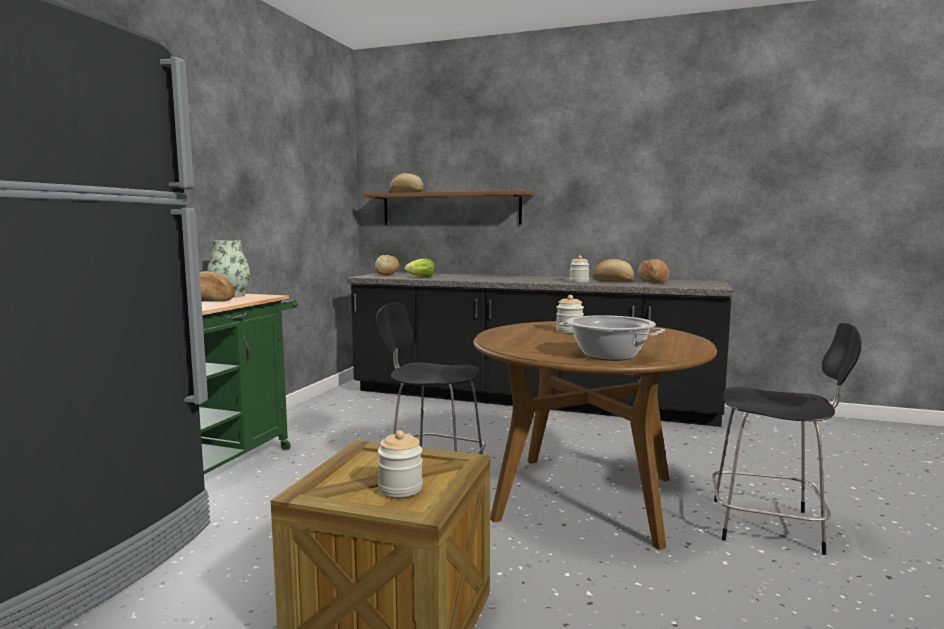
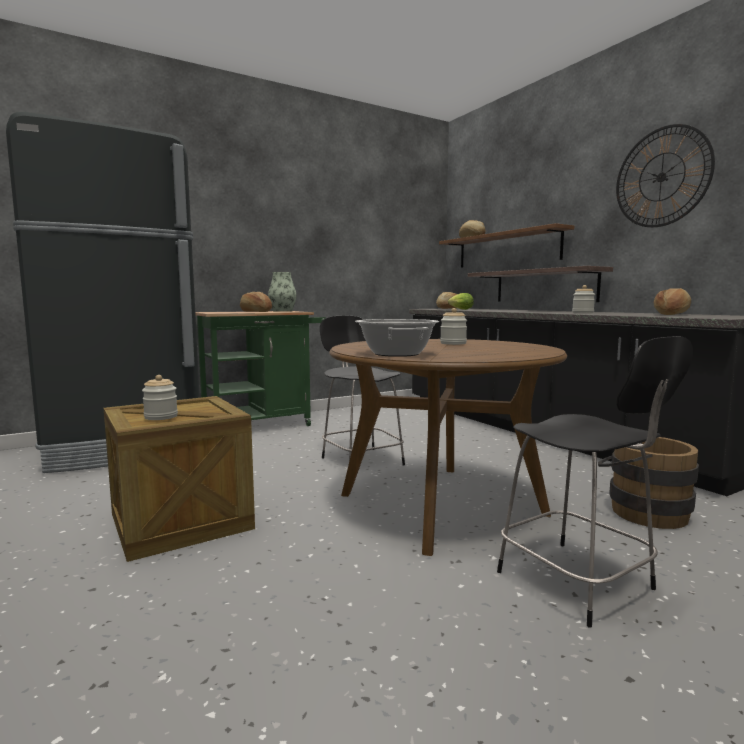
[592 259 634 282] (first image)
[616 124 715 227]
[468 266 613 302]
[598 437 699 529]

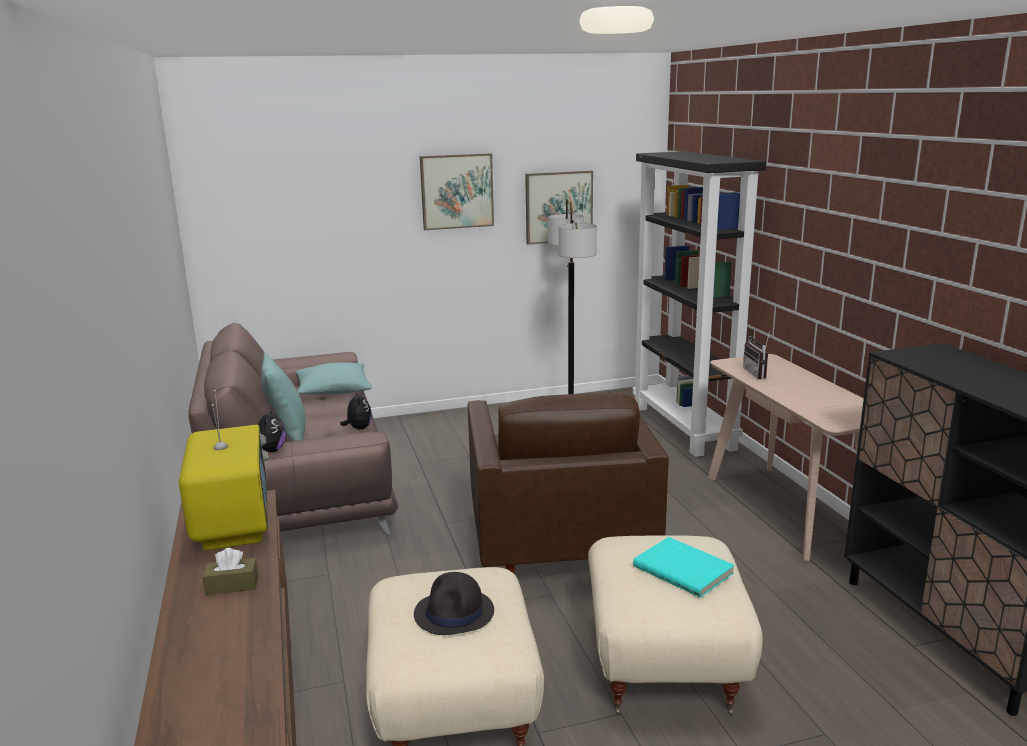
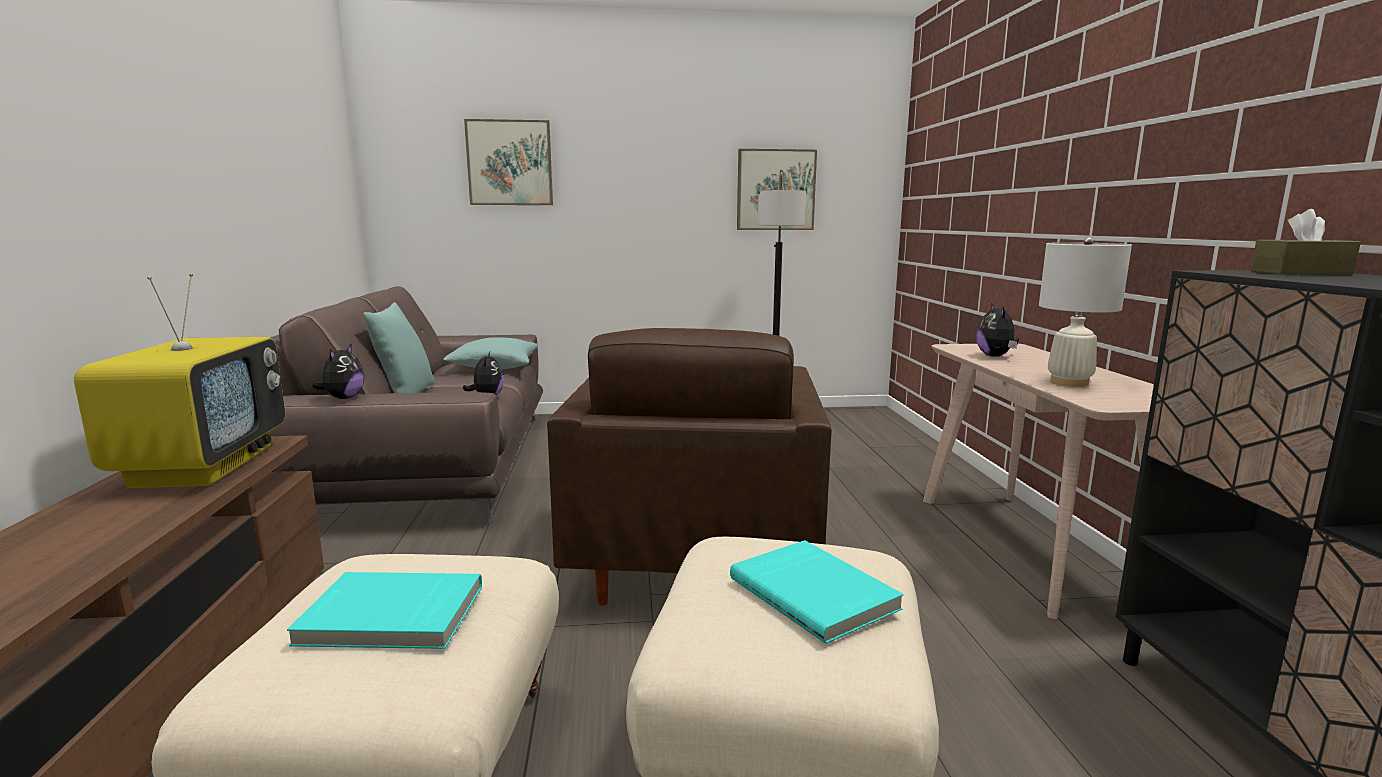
[632 151 766 457] (first image)
[464 119 553 205]
[976 303 1019 357]
[1250 209 1361 274]
[287 572 482 649]
[1039 237 1132 387]

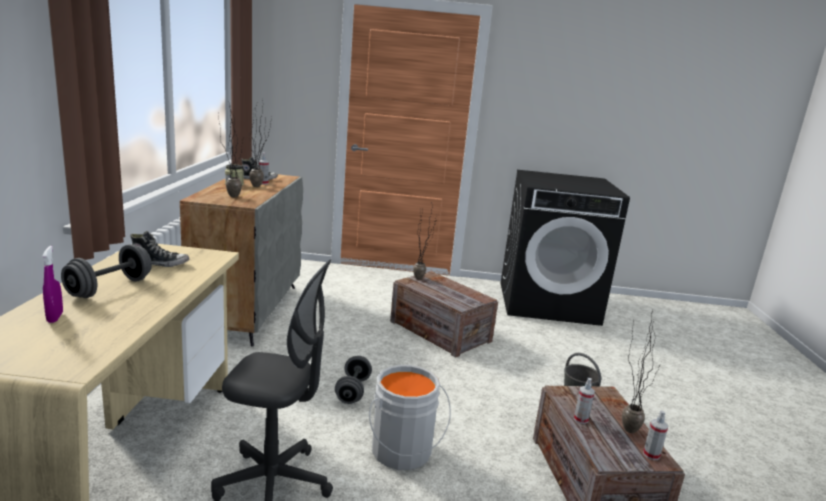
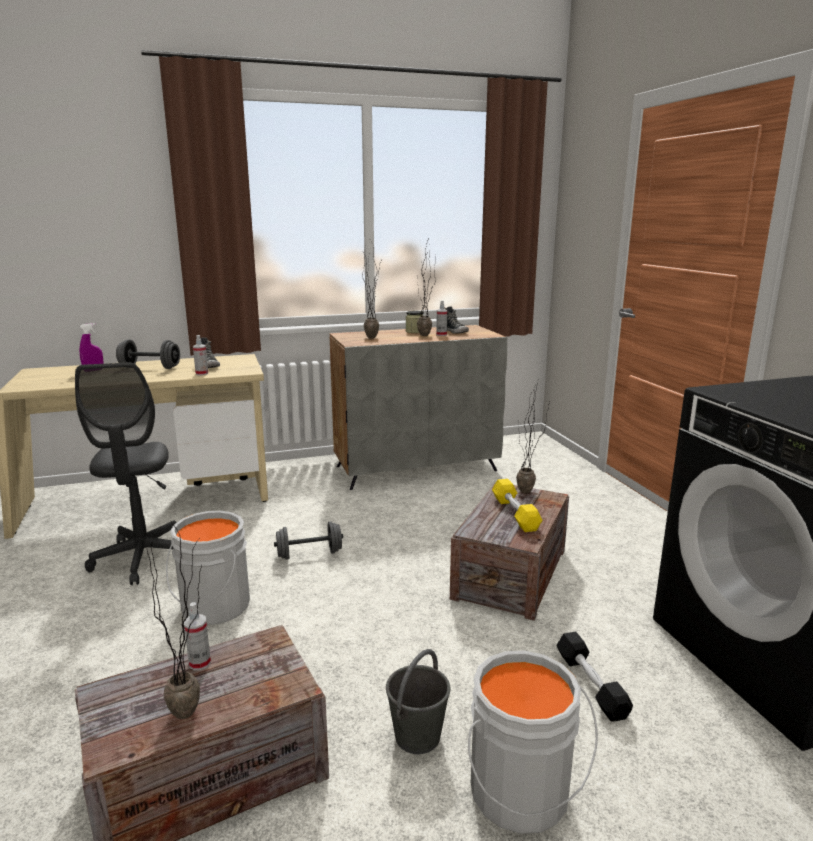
[193 335 208 375]
[492 479 542 532]
[556 632 633 721]
[468 651 598 834]

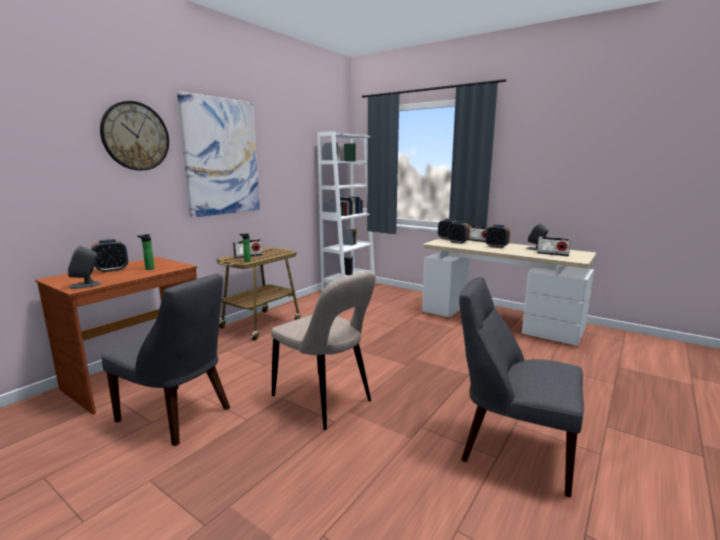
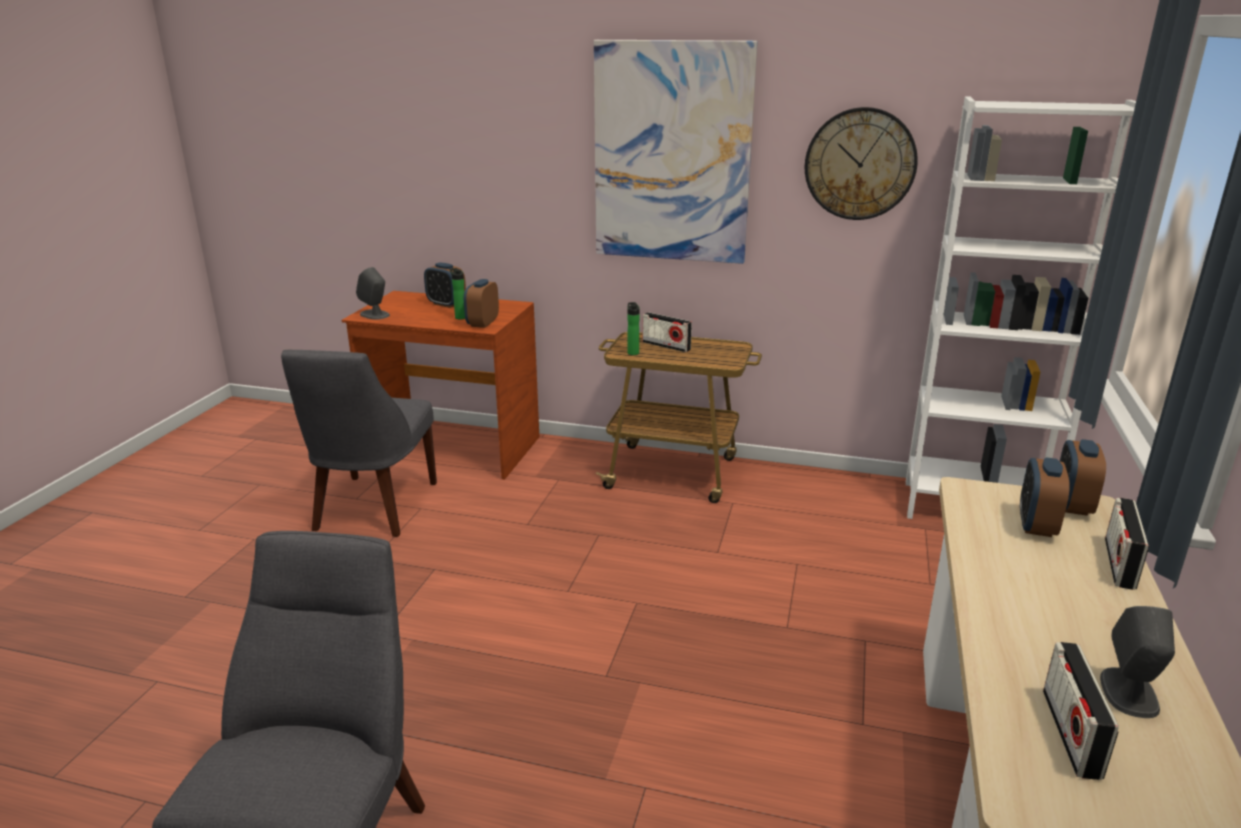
[805 107 918 220]
[464 279 499 328]
[271 271 376 430] (first image)

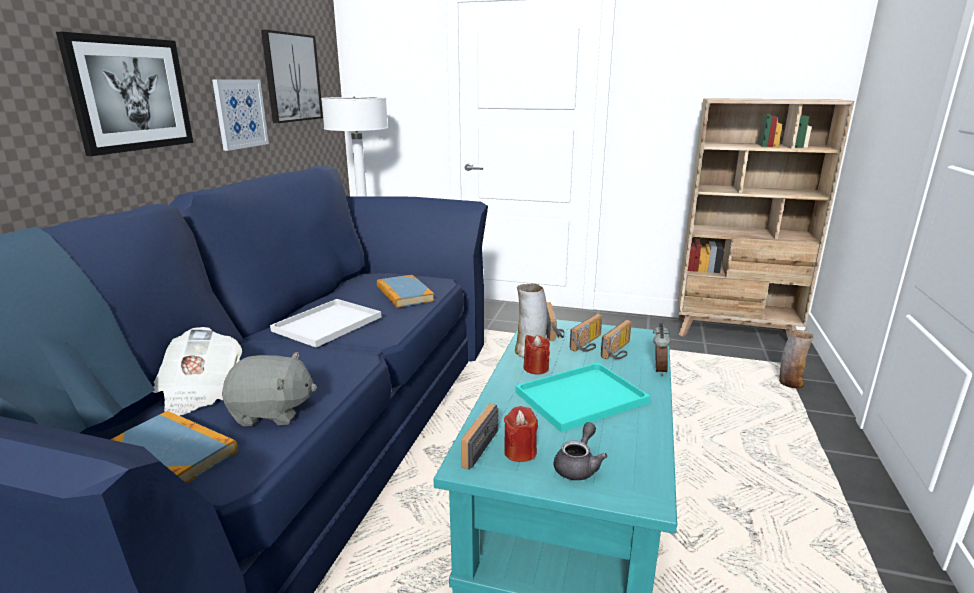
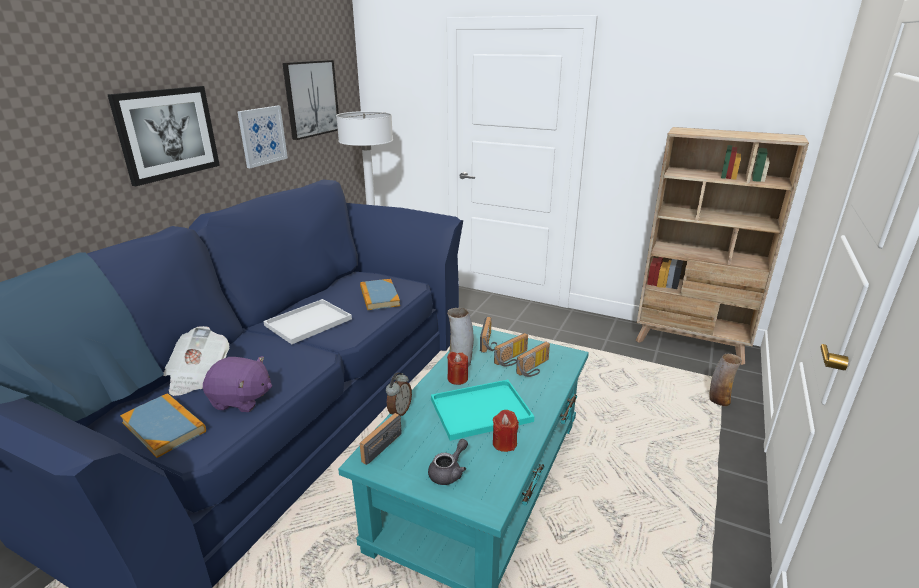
[386 372 412 416]
[203 356 272 412]
[493 410 519 452]

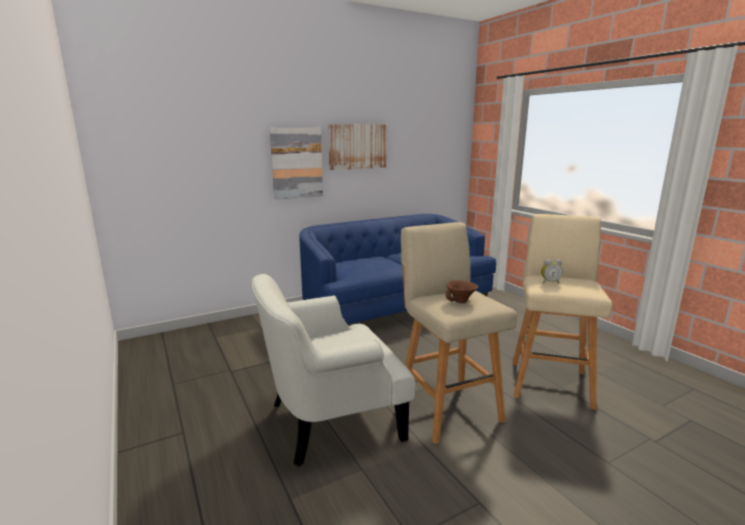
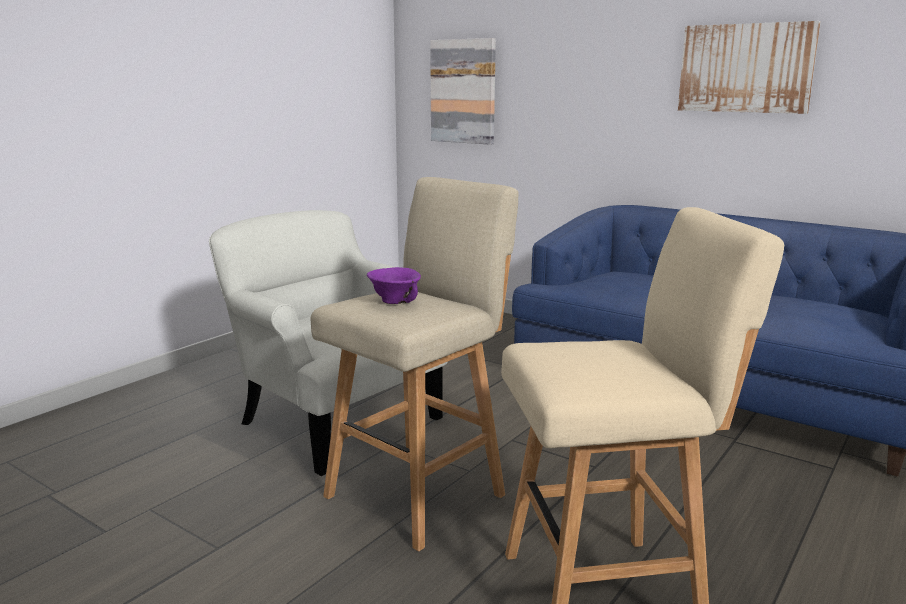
[430 38 496 145]
[541 259 563 283] (first image)
[367 267 421 304]

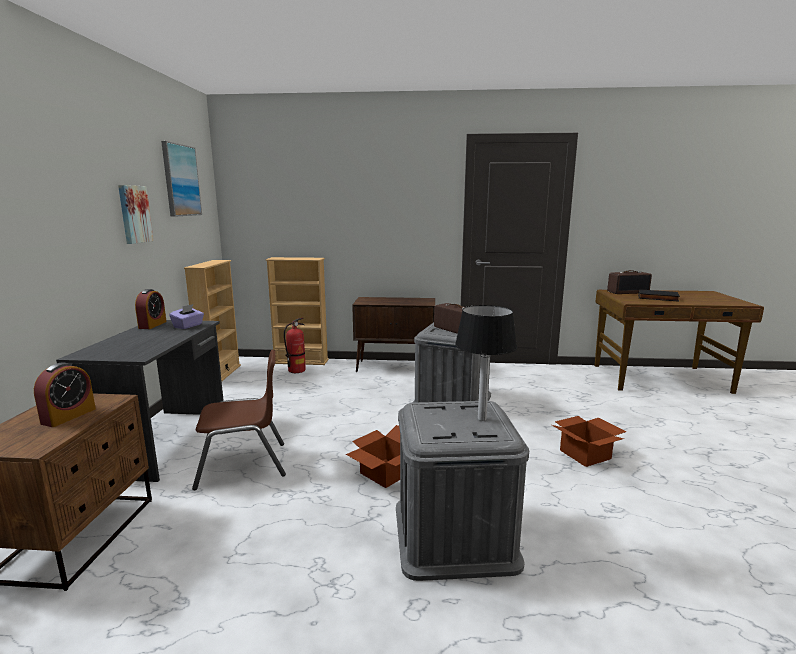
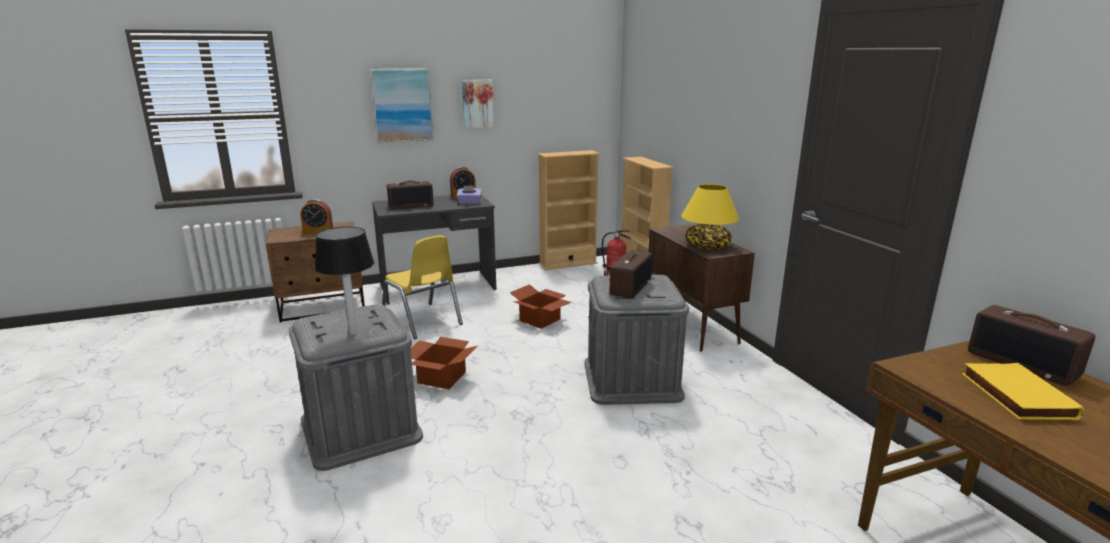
[370 68 434 143]
[962 363 1084 420]
[382 236 463 339]
[510 284 571 329]
[387 181 434 209]
[681 184 739 249]

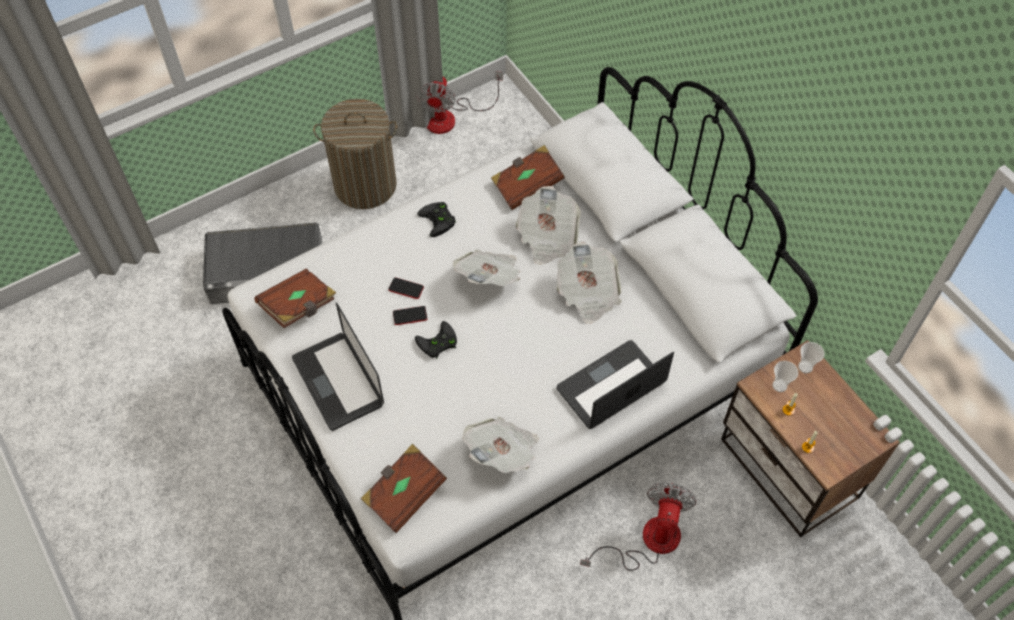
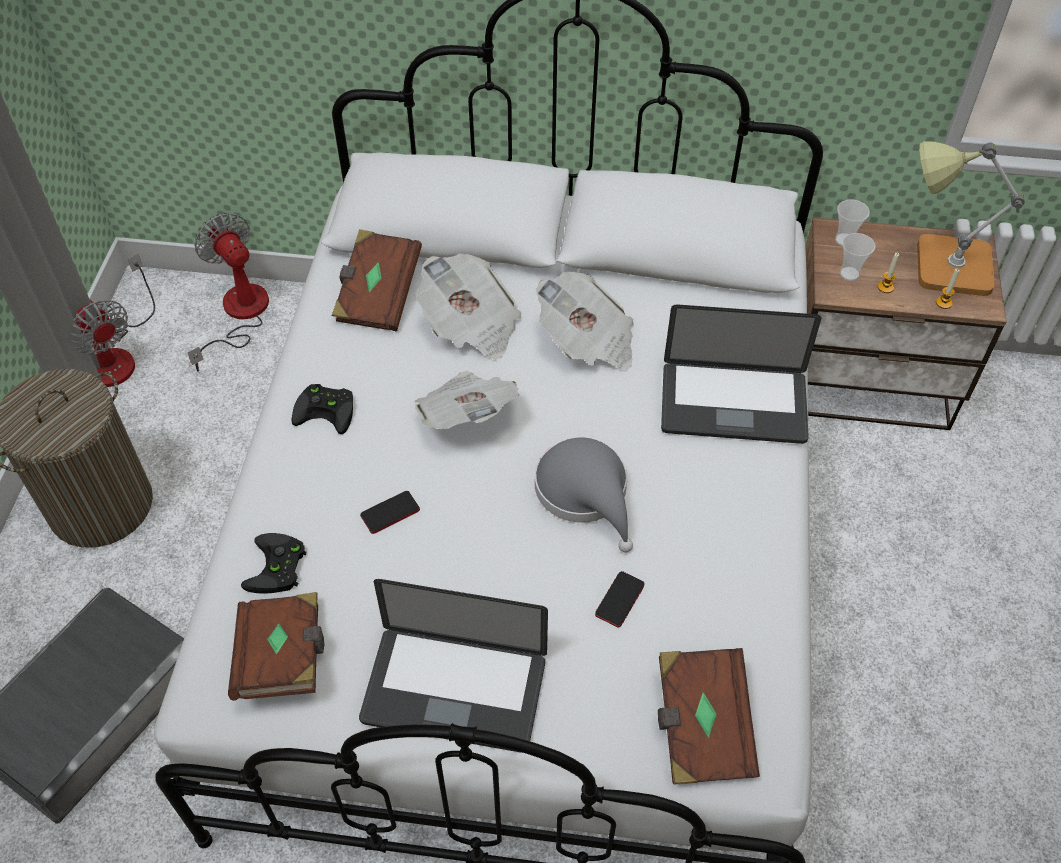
[595 571 644 628]
[241 533 306 594]
[661 304 822 444]
[462 417 539 473] (first image)
[188 213 269 371]
[917 141 1025 296]
[535 437 633 552]

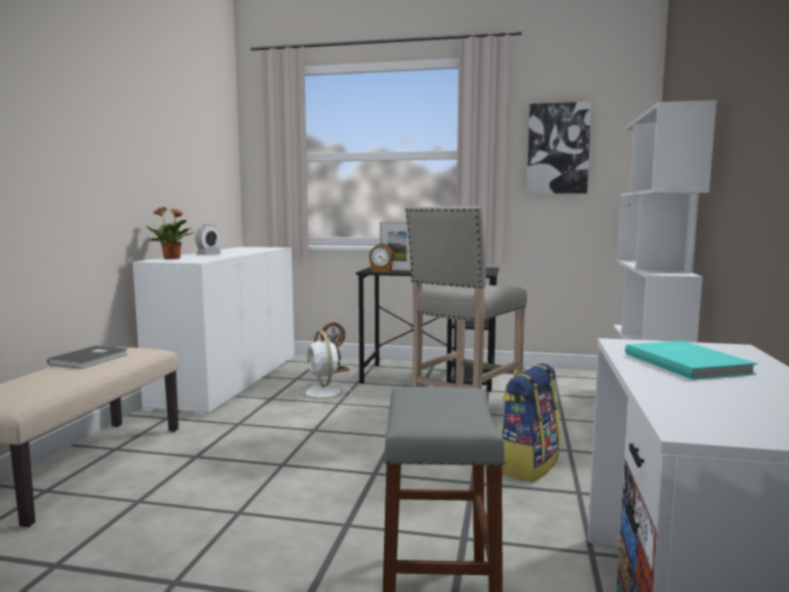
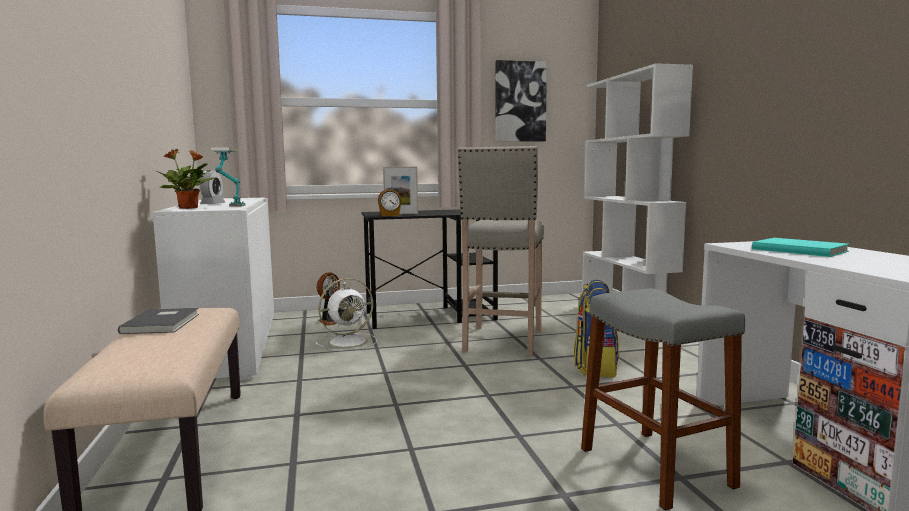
[315 278 377 350]
[210 148 246 207]

